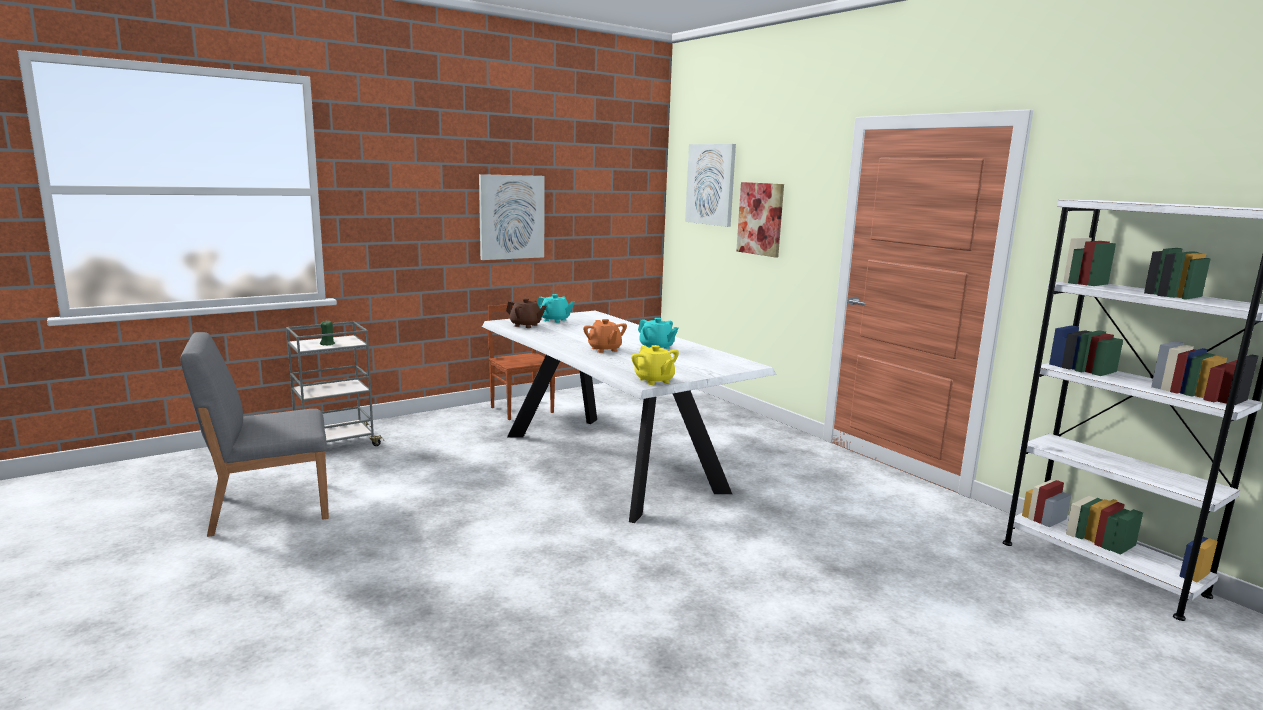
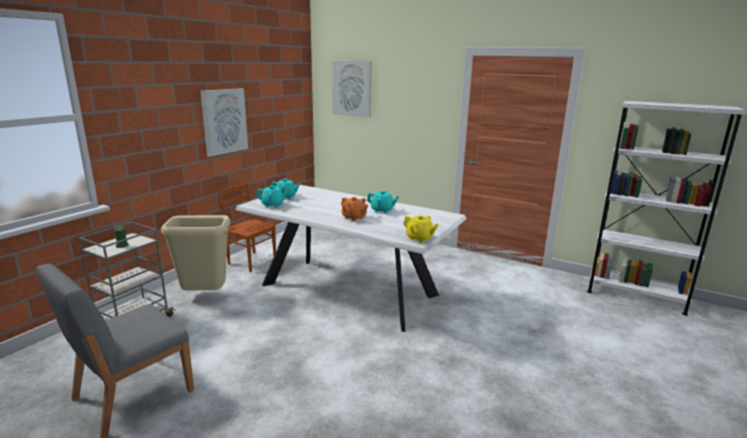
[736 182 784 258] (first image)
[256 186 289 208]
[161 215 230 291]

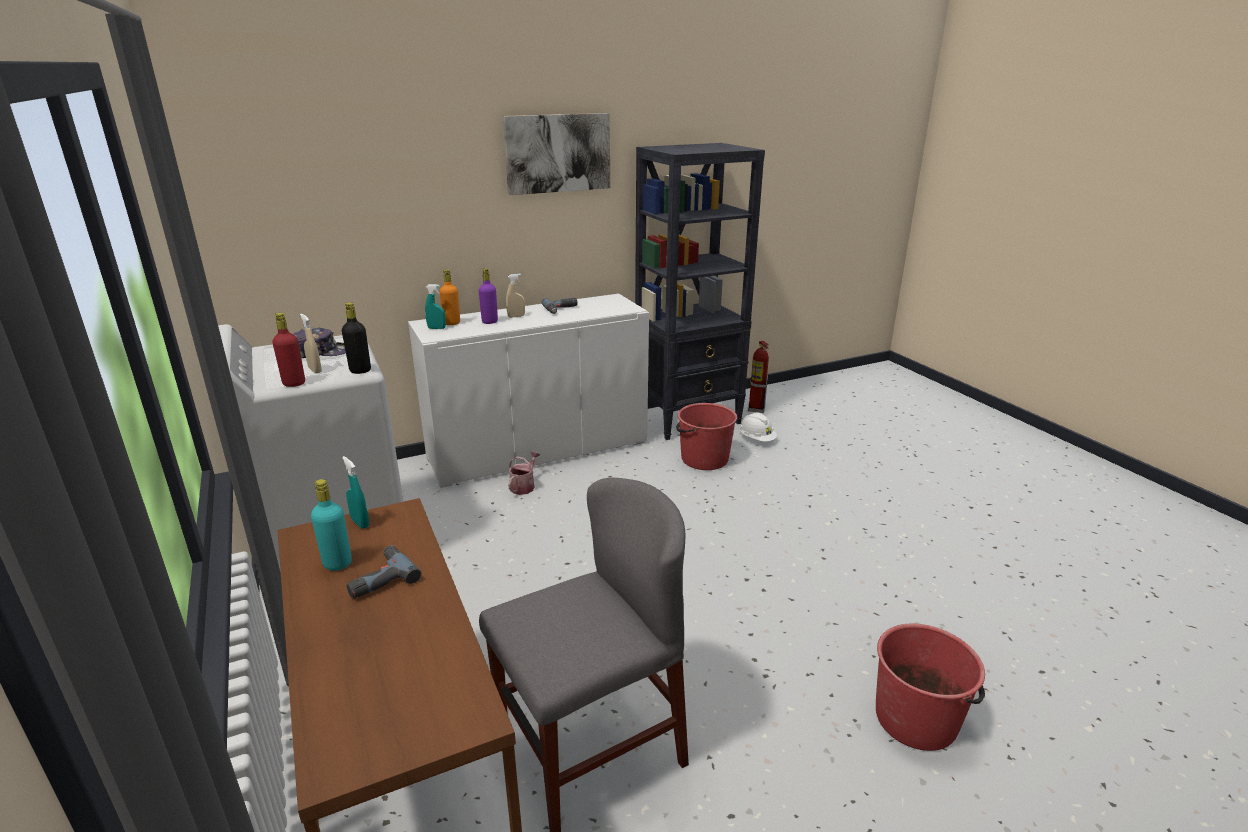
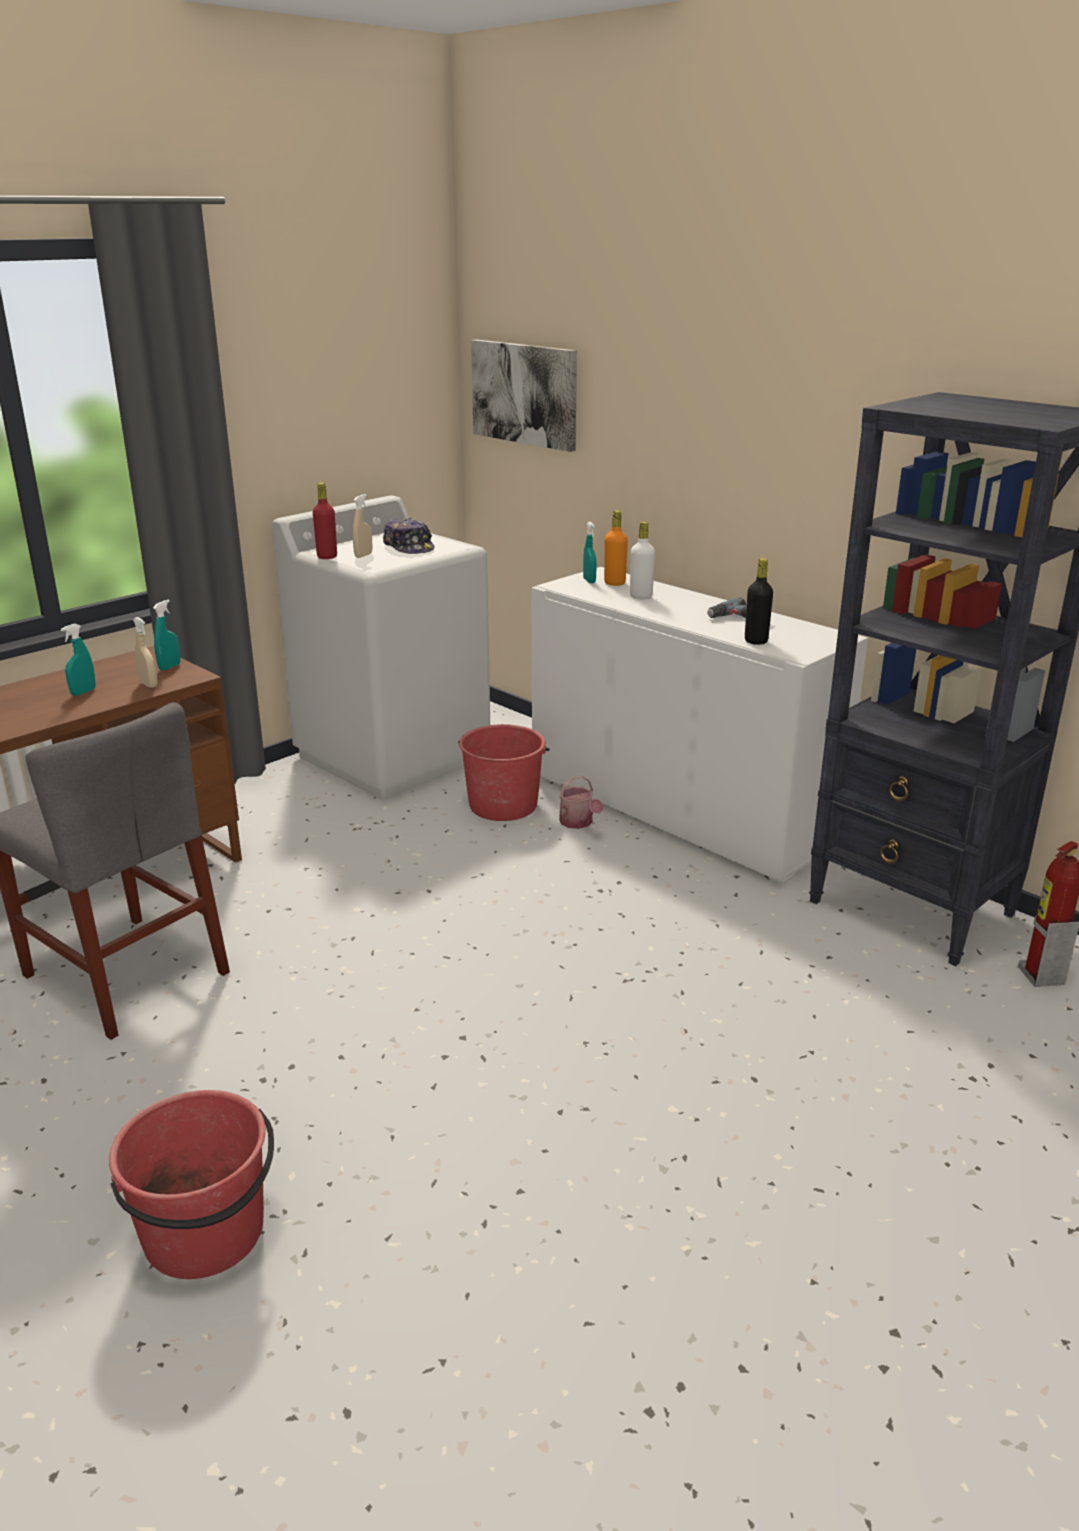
[471 339 577 452]
[630 522 655 599]
[133 617 157 688]
[745 558 773 645]
[458 724 549 821]
[739 413 777 442] (first image)
[559 776 603 829]
[311 479 352 571] (first image)
[61 624 96 696]

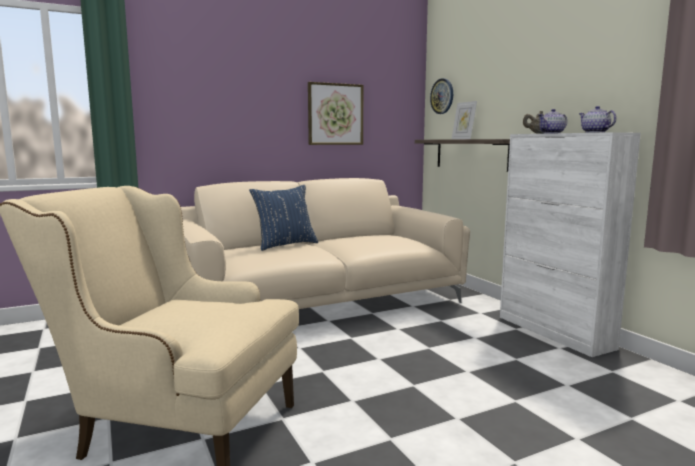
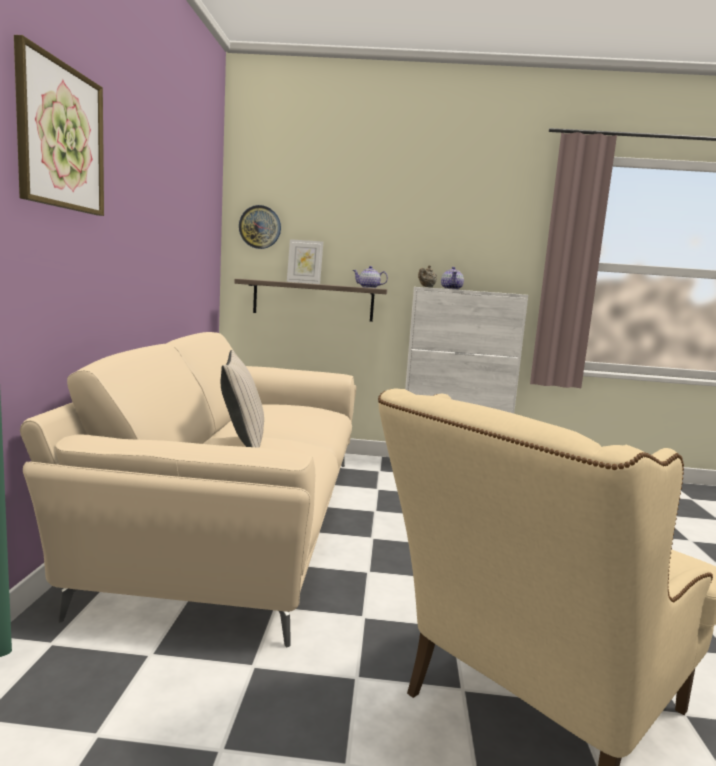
[14 35 104 216]
[352 266 388 288]
[221 350 264 448]

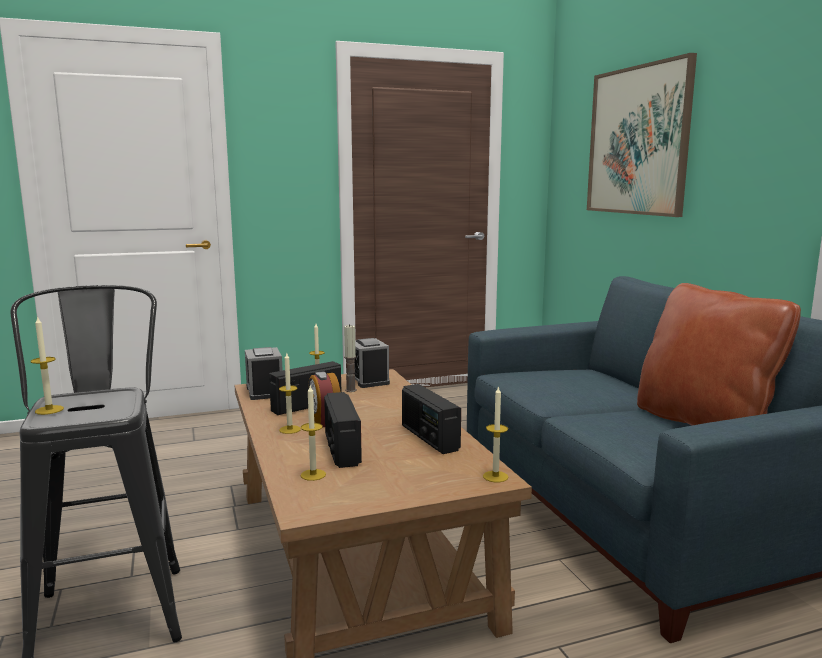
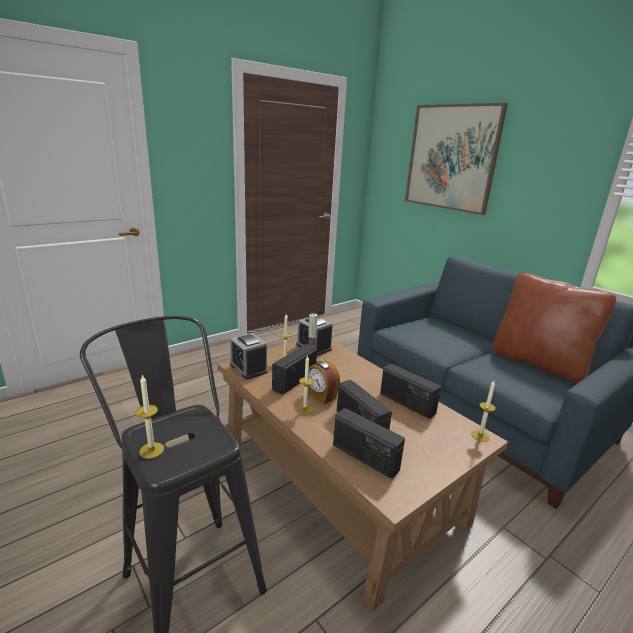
[333 408 405 479]

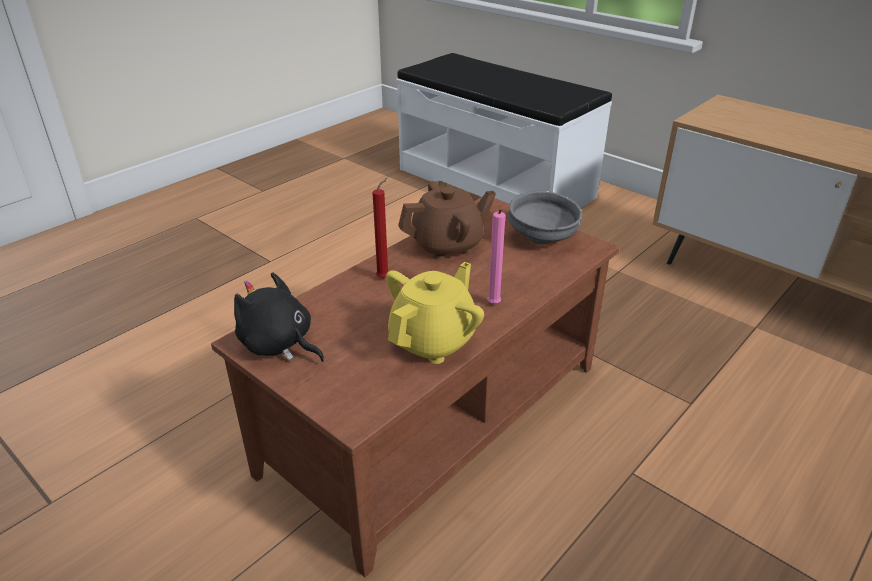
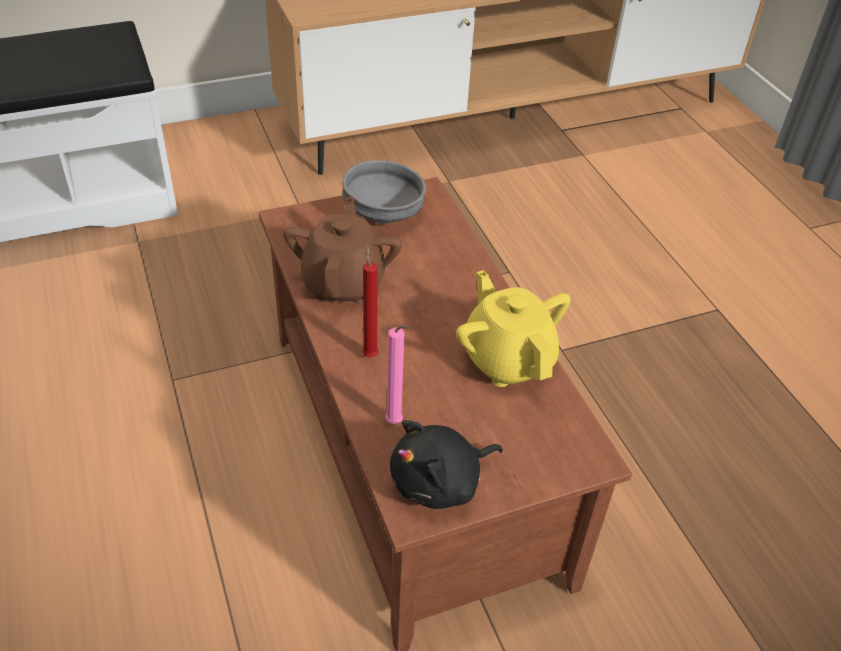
[385 325 411 424]

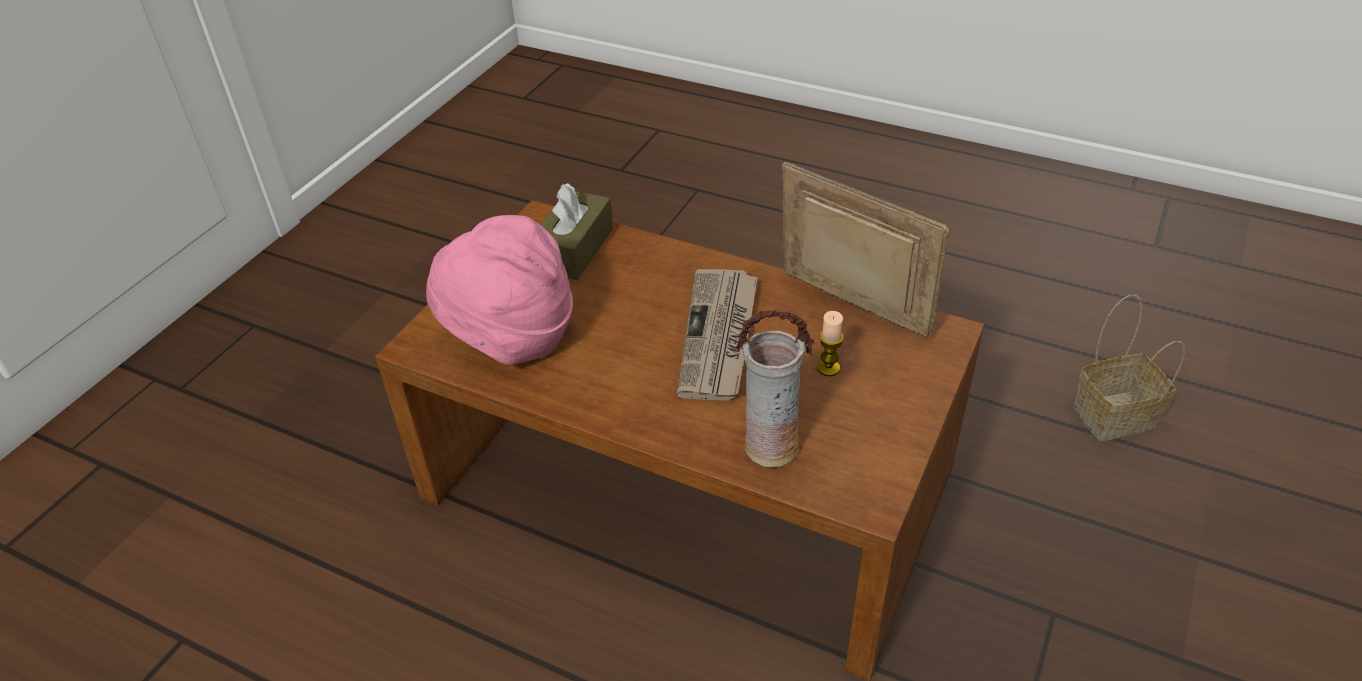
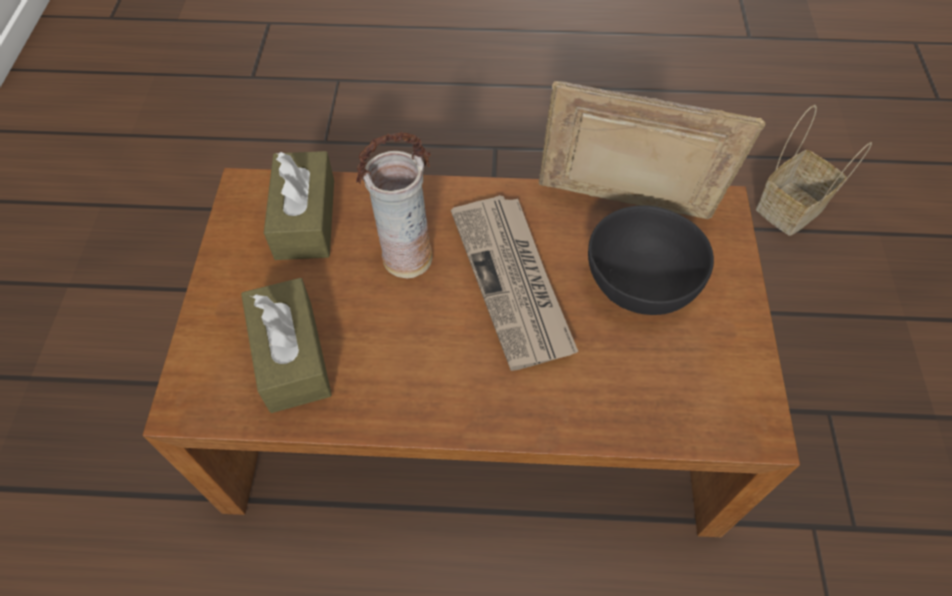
[241 278 332 413]
[356 131 432 278]
[588 205 714 315]

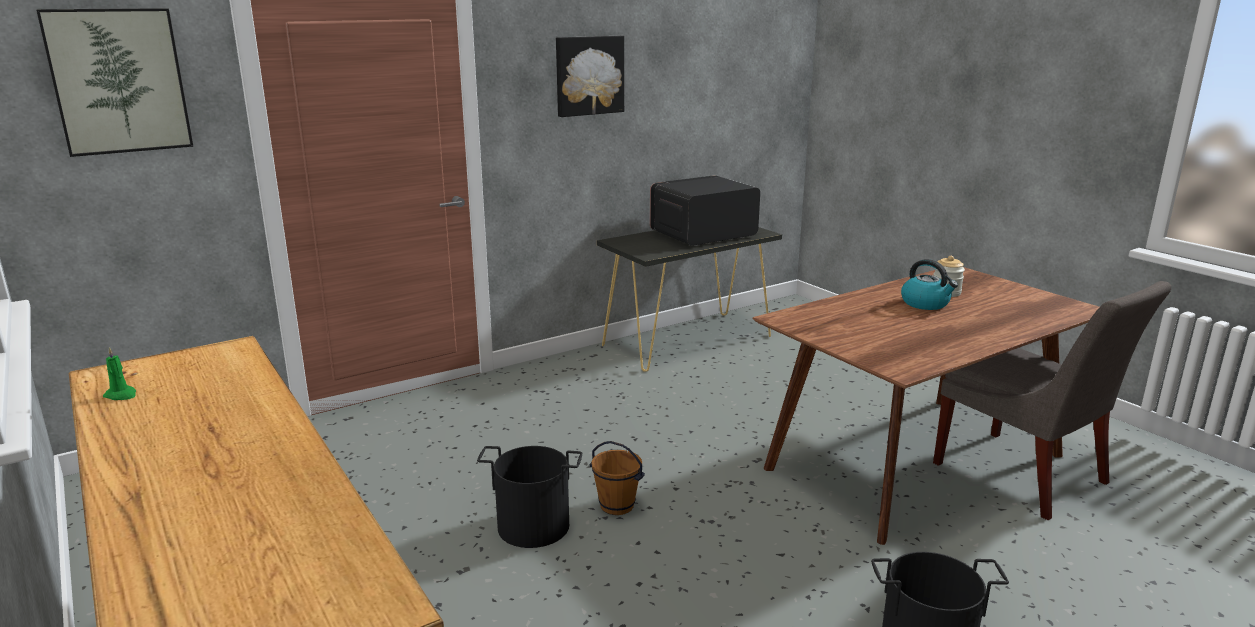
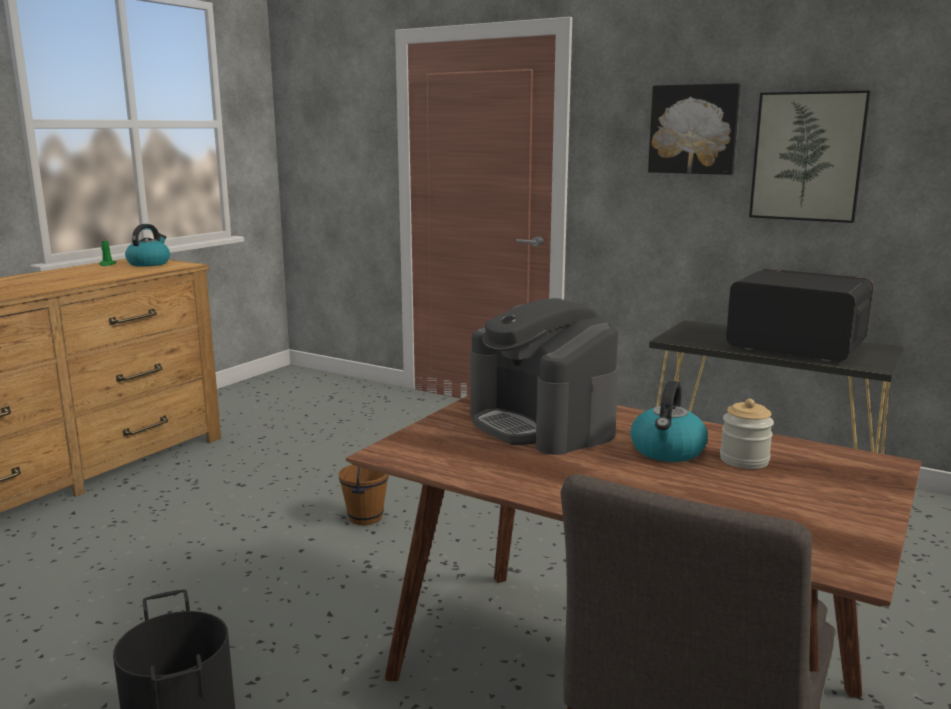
[749 90 871 223]
[477 446 582 548] (first image)
[125 224 170 267]
[470 298 619 455]

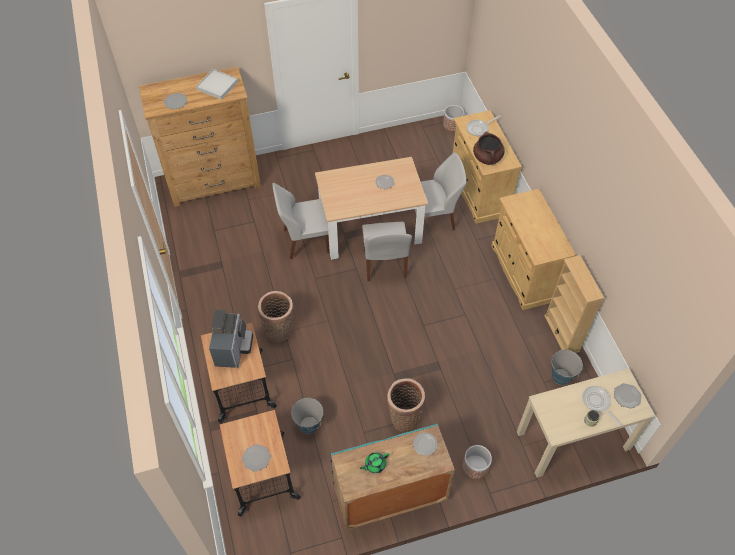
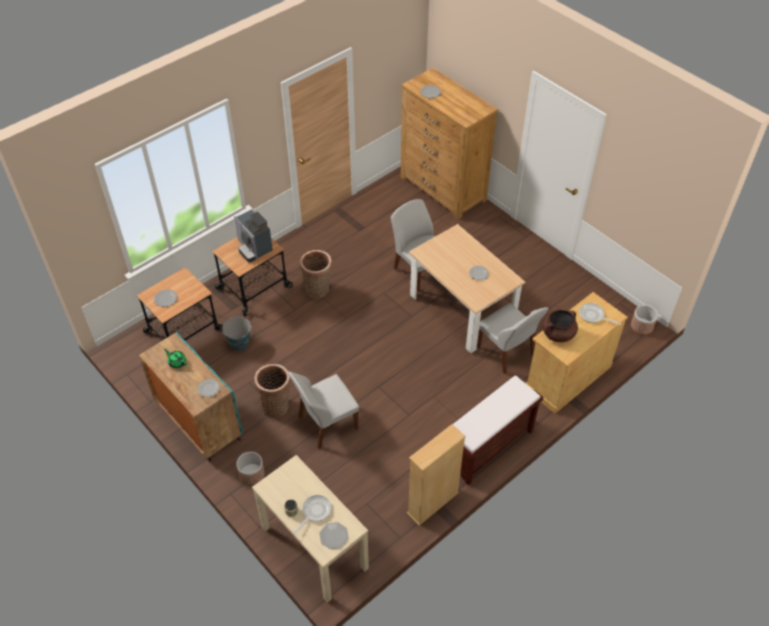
[196 69 238 100] (first image)
[453 375 543 485]
[288 372 359 448]
[234 210 273 263]
[552 349 583 385] (first image)

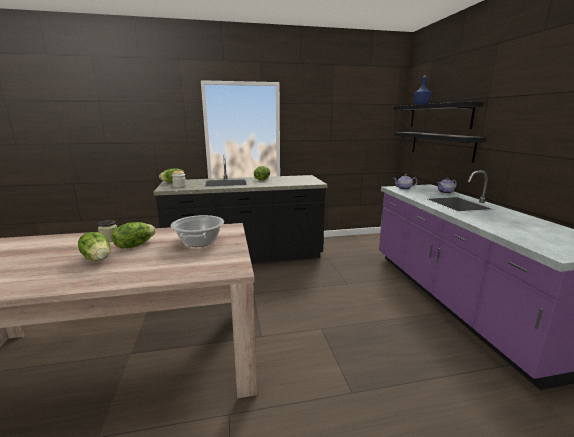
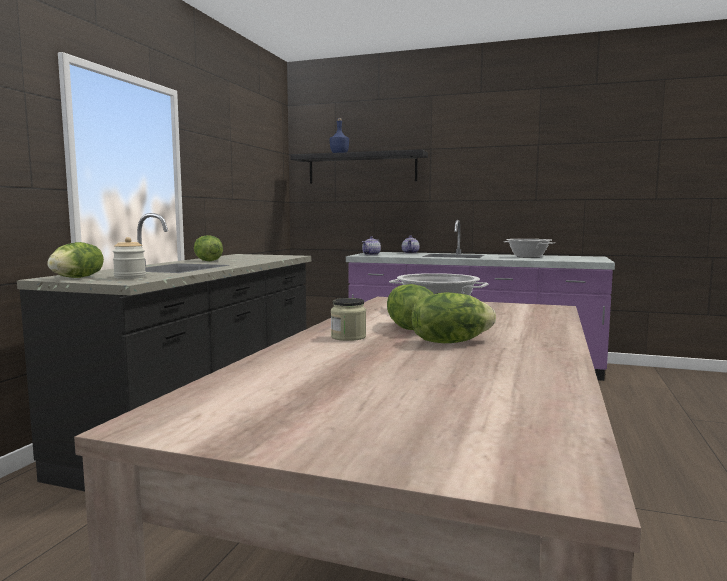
[395 132 486 163] (first image)
[504 239 555 258]

